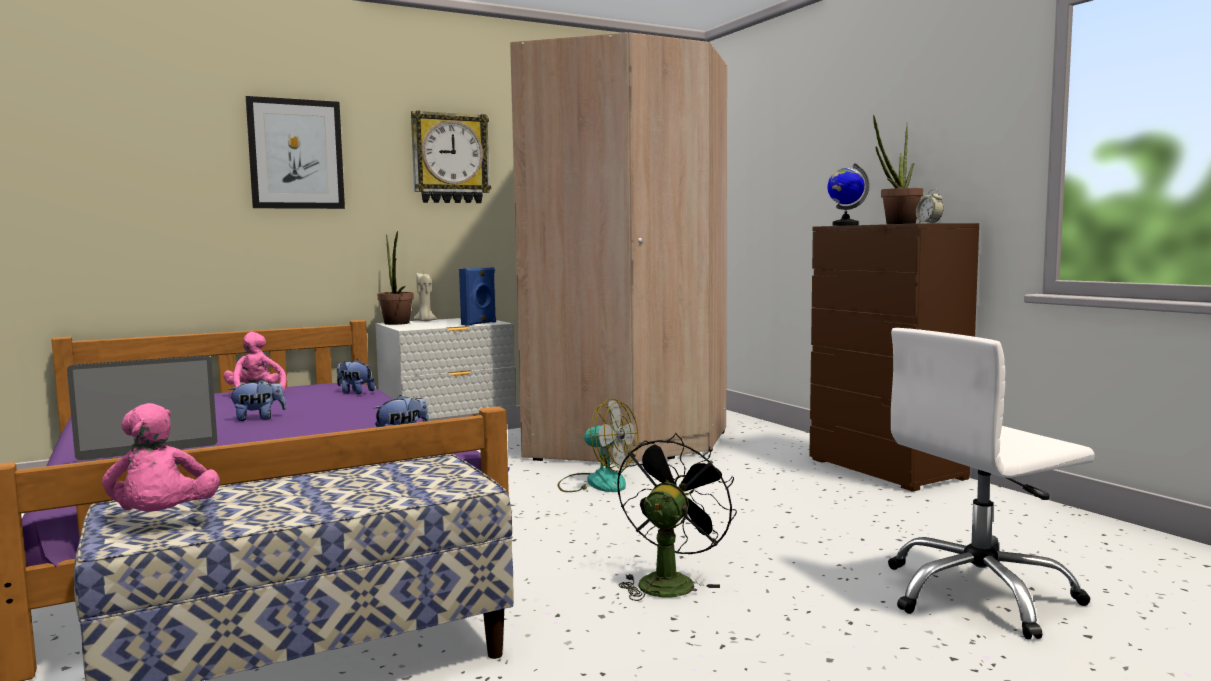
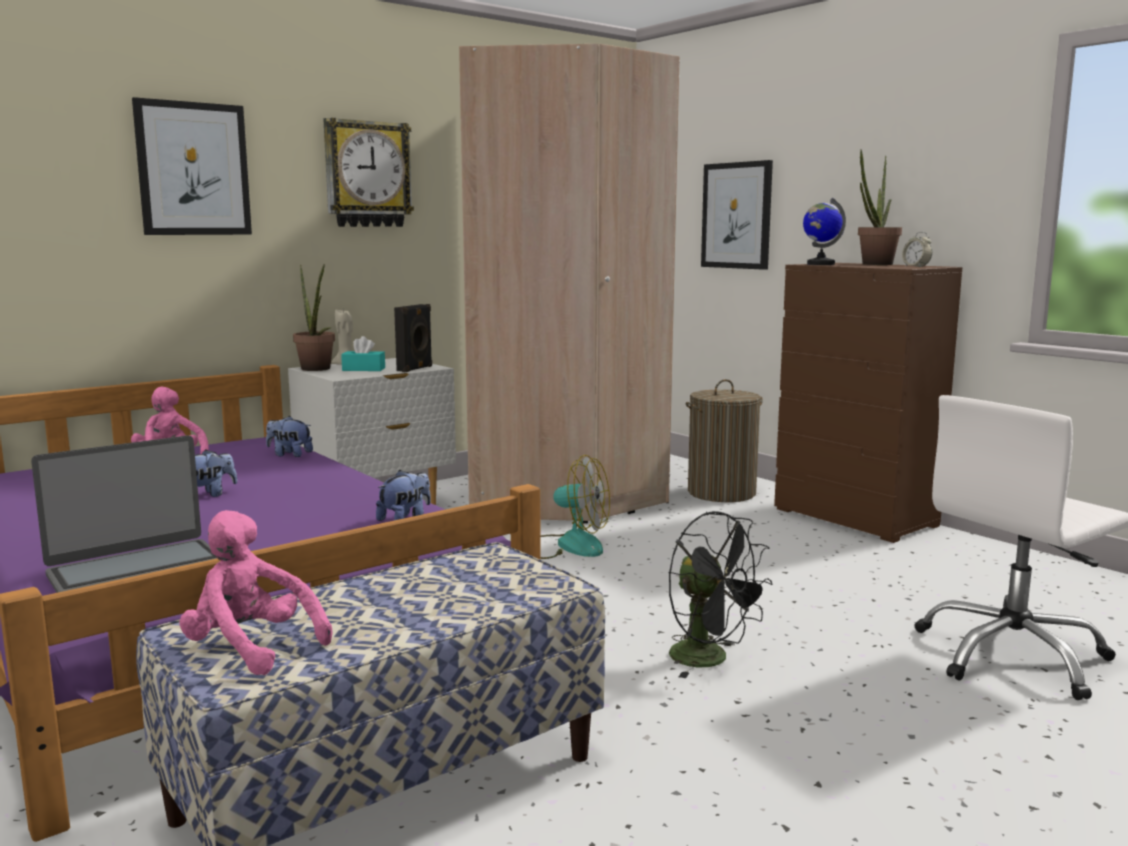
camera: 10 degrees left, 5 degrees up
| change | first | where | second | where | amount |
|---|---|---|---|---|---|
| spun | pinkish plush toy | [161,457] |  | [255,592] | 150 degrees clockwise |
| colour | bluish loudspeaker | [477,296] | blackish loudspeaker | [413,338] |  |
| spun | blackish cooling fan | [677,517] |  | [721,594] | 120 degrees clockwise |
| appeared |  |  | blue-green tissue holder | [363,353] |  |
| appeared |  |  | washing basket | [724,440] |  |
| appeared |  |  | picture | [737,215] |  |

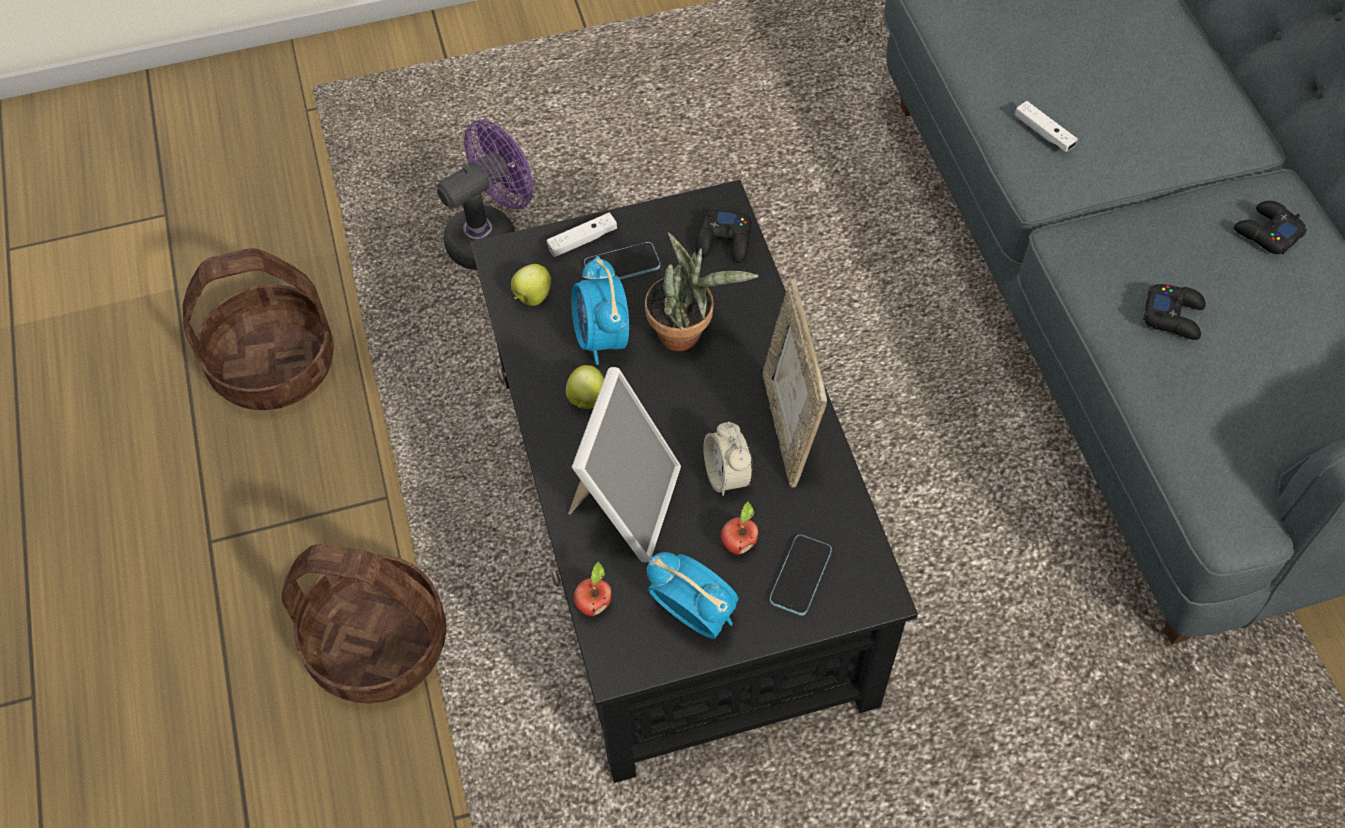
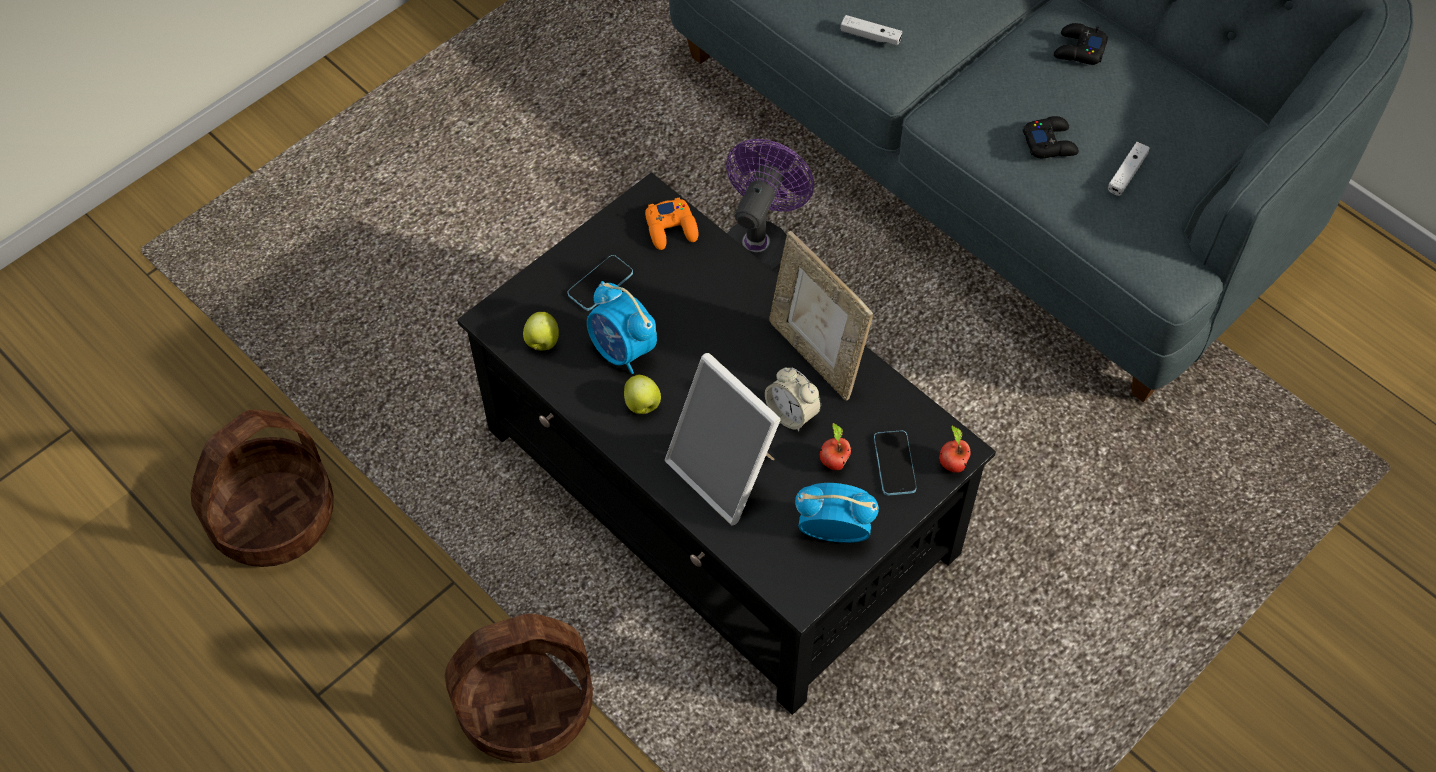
camera: 30 degrees left, 0 degrees up
| change | first | where | second | where | amount |
|---|---|---|---|---|---|
| relocated | purplish cooling fan | [485,195] |  | [770,206] |  |
| relocated | white-coloured joypad | [582,235] |  | [1129,169] |  |
| spun | photo frame | [624,464] |  | [723,439] | 150 degrees clockwise |
| relocated | whole apple | [593,589] |  | [955,449] |  |
| missing | houseplant | [701,291] |  |  |  |
| colour | blackish joypad | [724,235] | orange-coloured joypad | [671,223] |  |

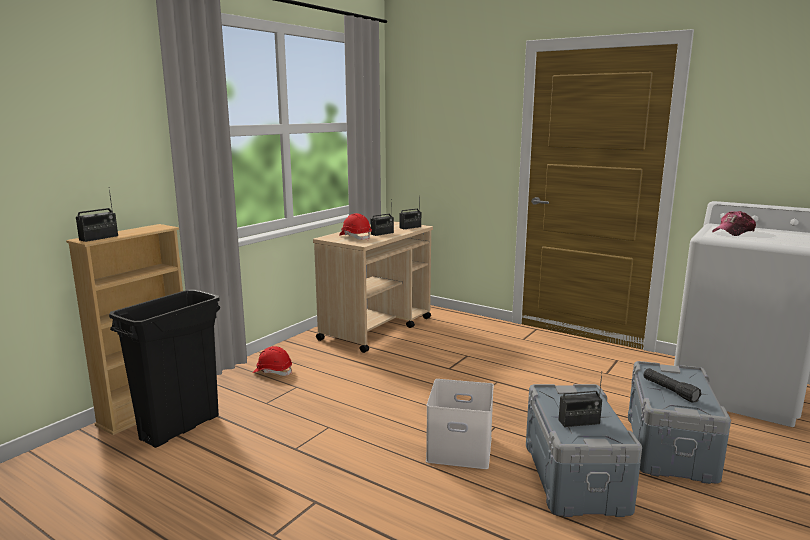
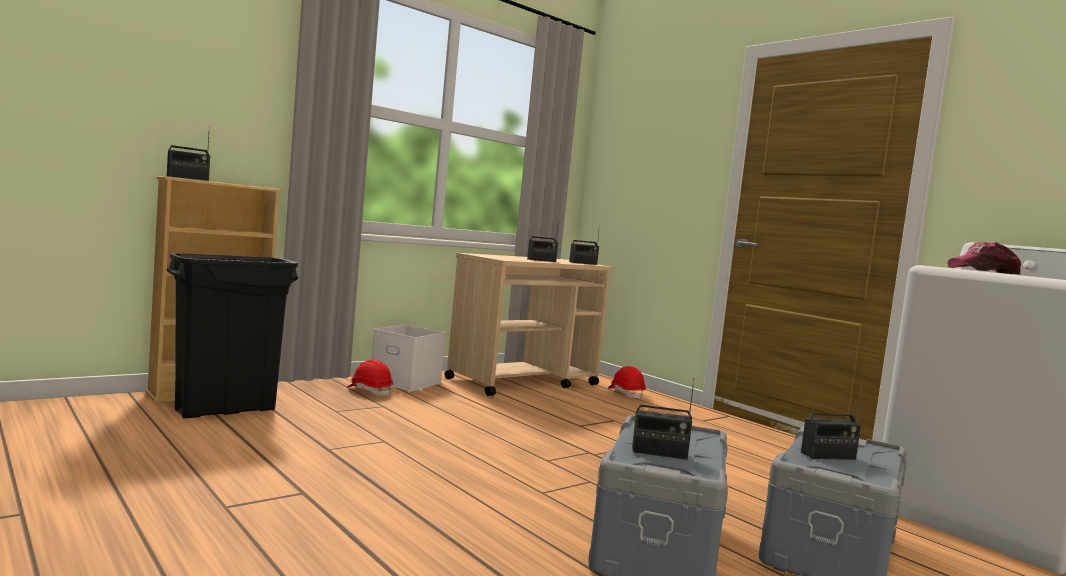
camera: 15 degrees right, 10 degrees down
| change | first | where | second | where | amount |
|---|---|---|---|---|---|
| relocated | red-coloured work helmet | [355,226] |  | [627,383] |  |
| relocated | white-coloured storage container | [460,424] |  | [409,358] |  |
| exchanged | blackish flashlight | [672,385] | radio set | [832,422] |  |

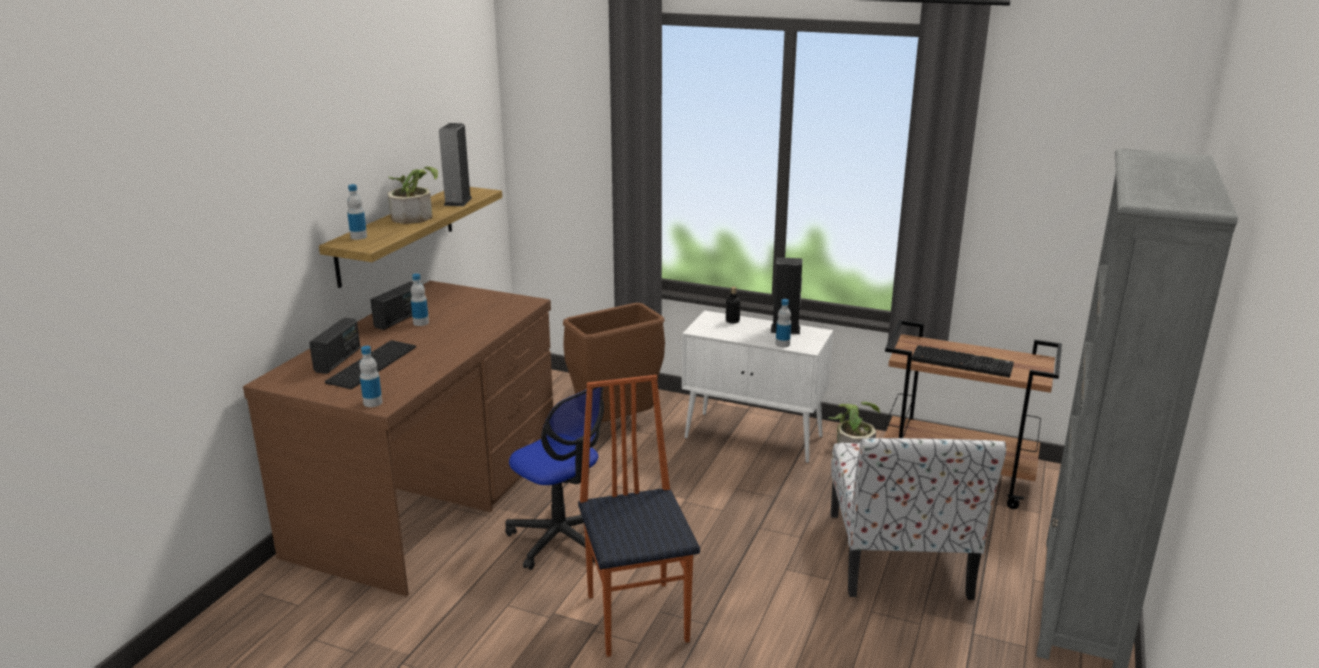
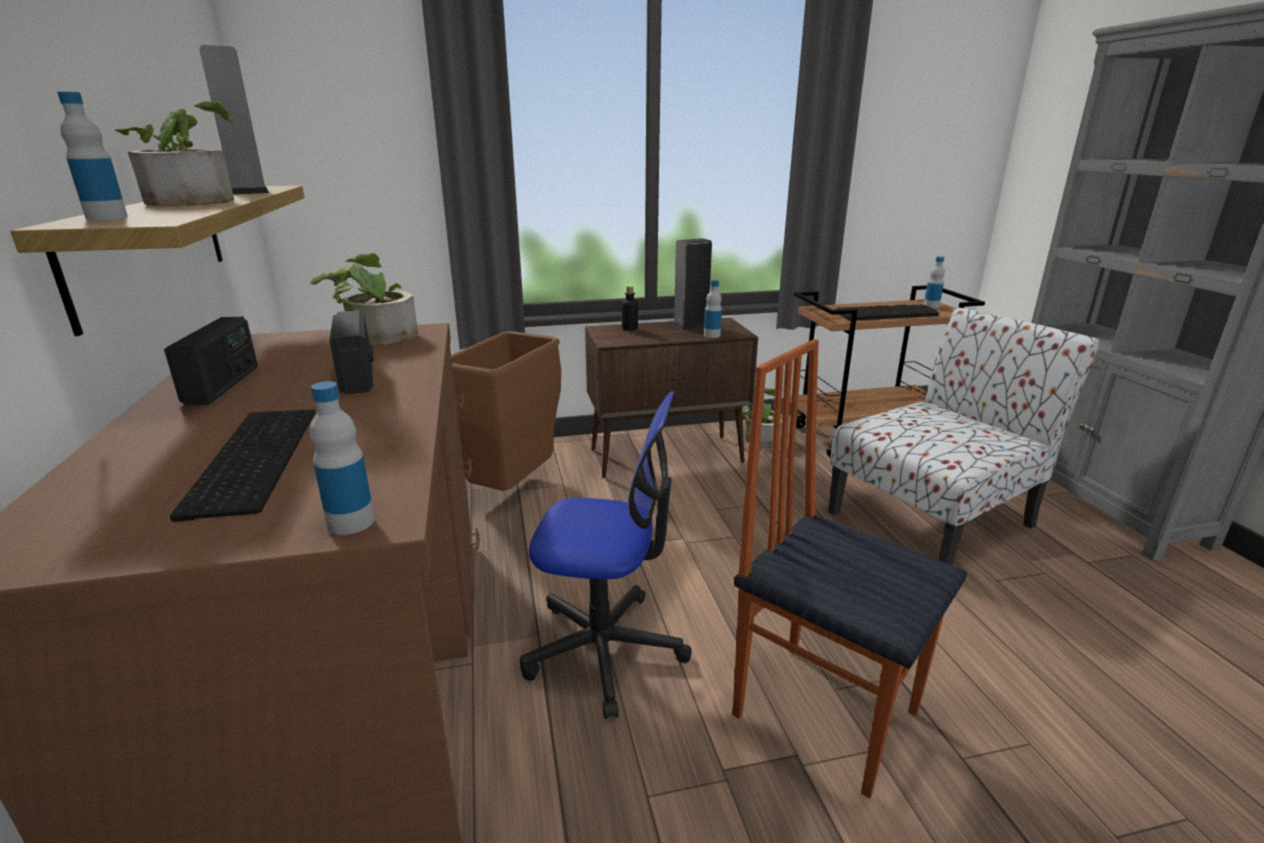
camera: 35 degrees left, 0 degrees up
| change | first | where | second | where | amount |
|---|---|---|---|---|---|
| relocated | radio set | [334,346] |  | [352,352] |  |
| relocated | drink bottle | [419,300] |  | [934,282] |  |
| colour | white-coloured storage cabinet | [757,387] | brownish storage cabinet | [671,398] |  |
| spun | upright chair | [918,519] |  | [963,436] | 90 degrees counterclockwise |
| appeared |  |  | houseplant | [364,299] |  |

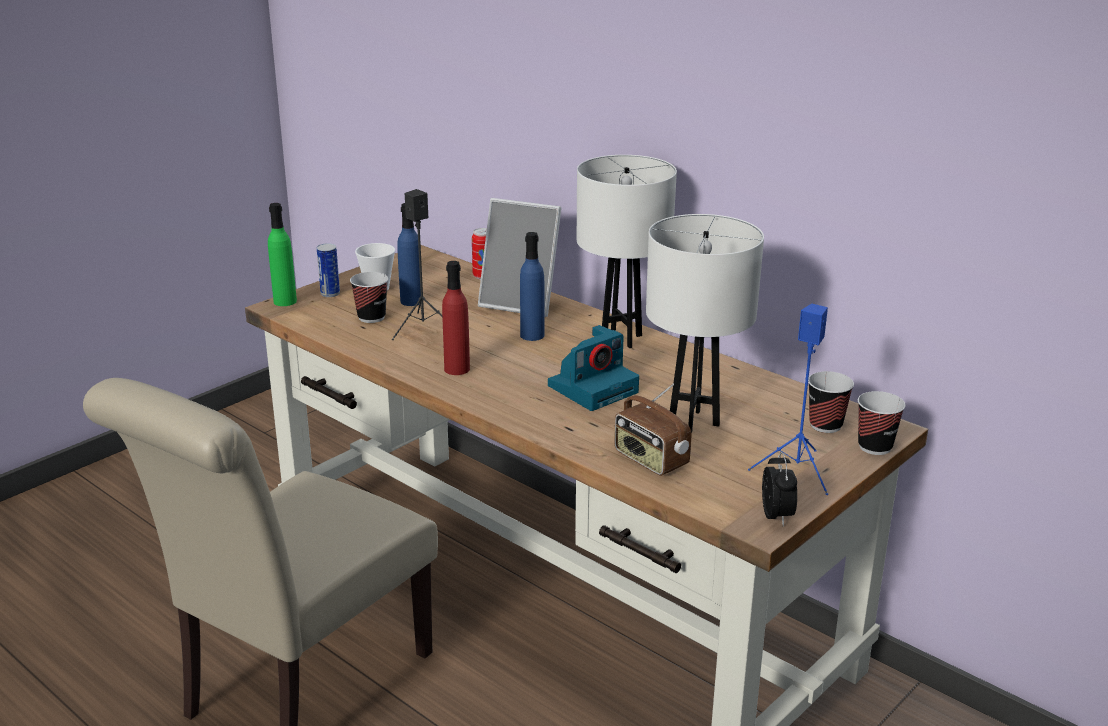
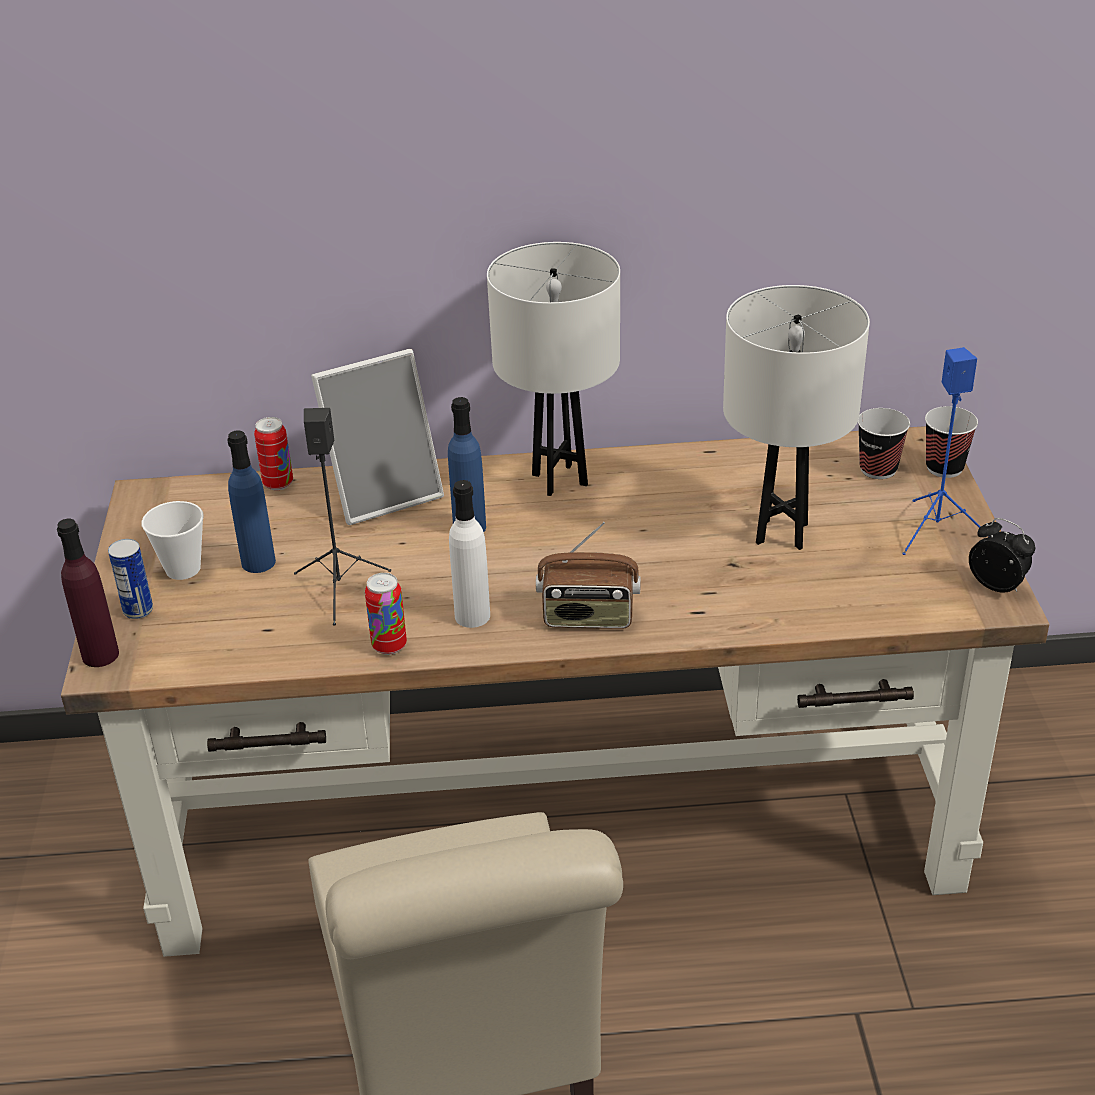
camera: 45 degrees left, 10 degrees up
| change | first | where | second | where | amount |
|---|---|---|---|---|---|
| colour | greenish drink bottle | [282,254] | purplish drink bottle | [88,593] |  |
| missing | cup | [369,297] |  |  |  |
| colour | red-coloured drink bottle | [456,318] | white-coloured drink bottle | [469,554] |  |
| missing | photo camera | [593,368] |  |  |  |
| relocated | radio set | [652,430] |  | [588,575] |  |
| appeared |  |  | metal can | [386,614] |  |

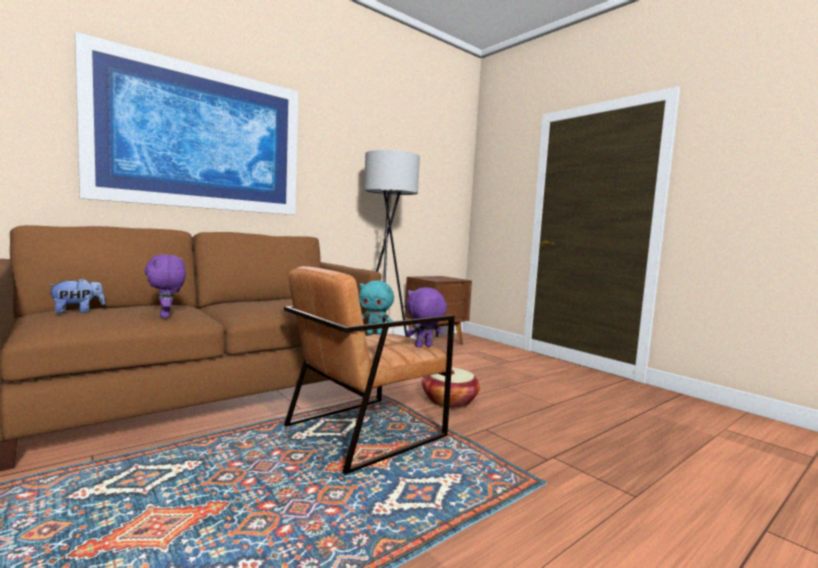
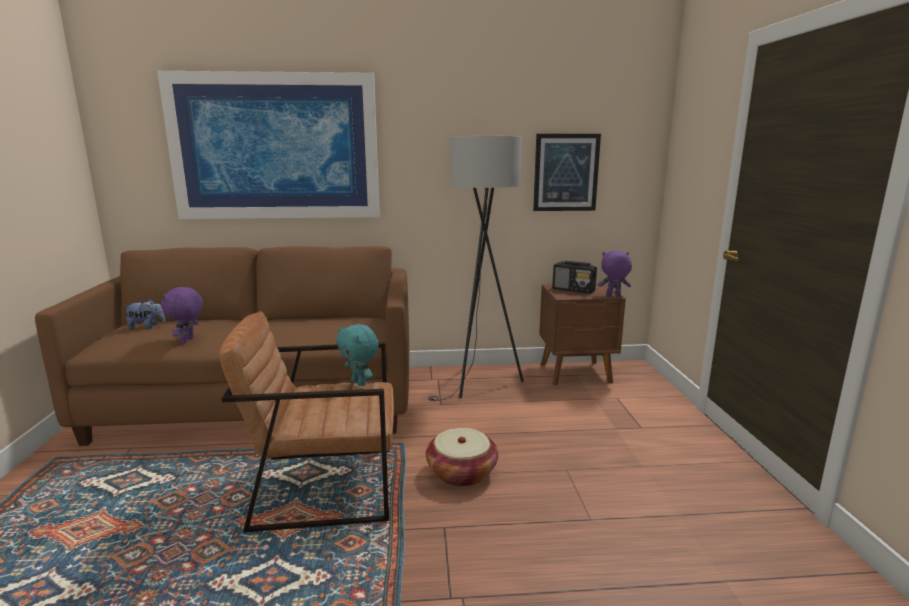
camera: 35 degrees right, 10 degrees up
| change | first | where | second | where | amount |
|---|---|---|---|---|---|
| relocated | purplish plush toy | [426,317] |  | [615,273] |  |
| appeared |  |  | picture | [567,172] |  |
| appeared |  |  | radio set | [574,277] |  |

